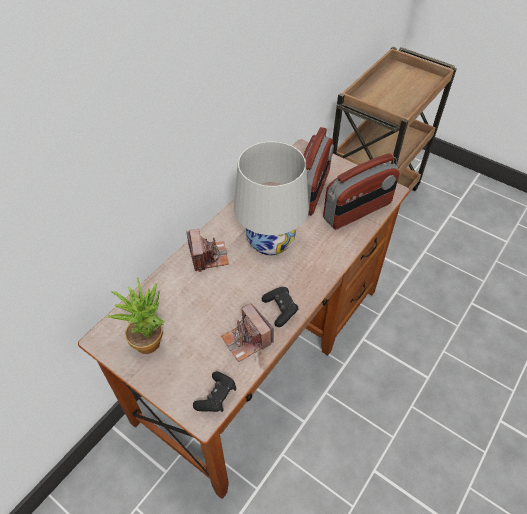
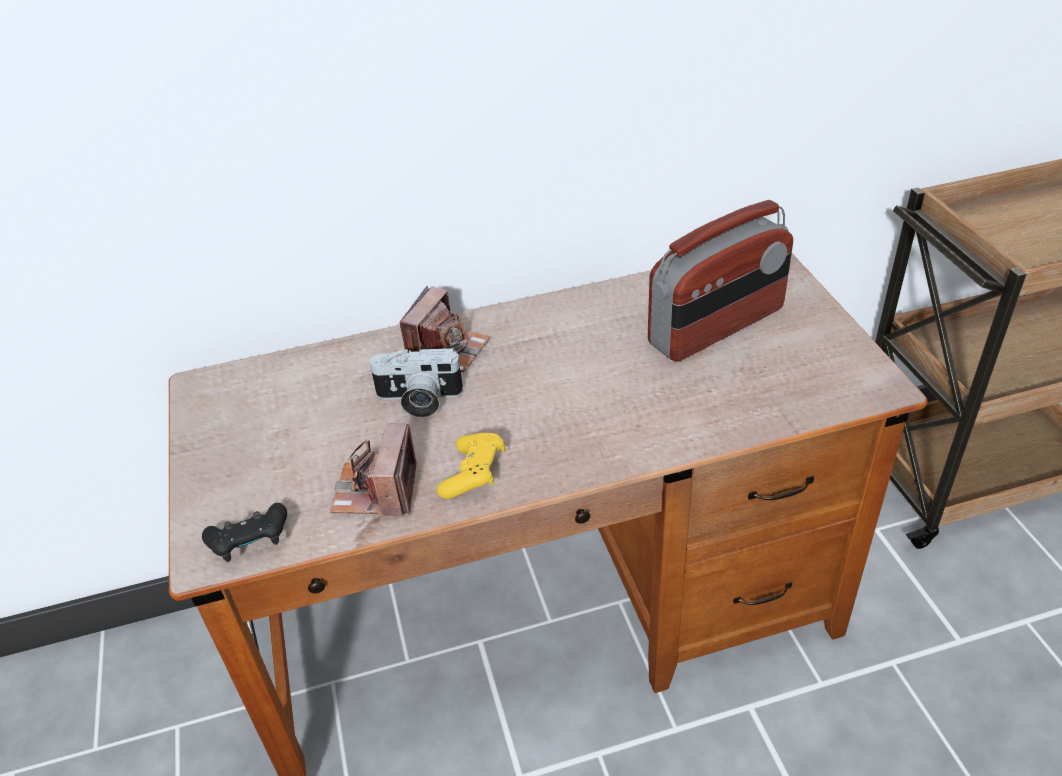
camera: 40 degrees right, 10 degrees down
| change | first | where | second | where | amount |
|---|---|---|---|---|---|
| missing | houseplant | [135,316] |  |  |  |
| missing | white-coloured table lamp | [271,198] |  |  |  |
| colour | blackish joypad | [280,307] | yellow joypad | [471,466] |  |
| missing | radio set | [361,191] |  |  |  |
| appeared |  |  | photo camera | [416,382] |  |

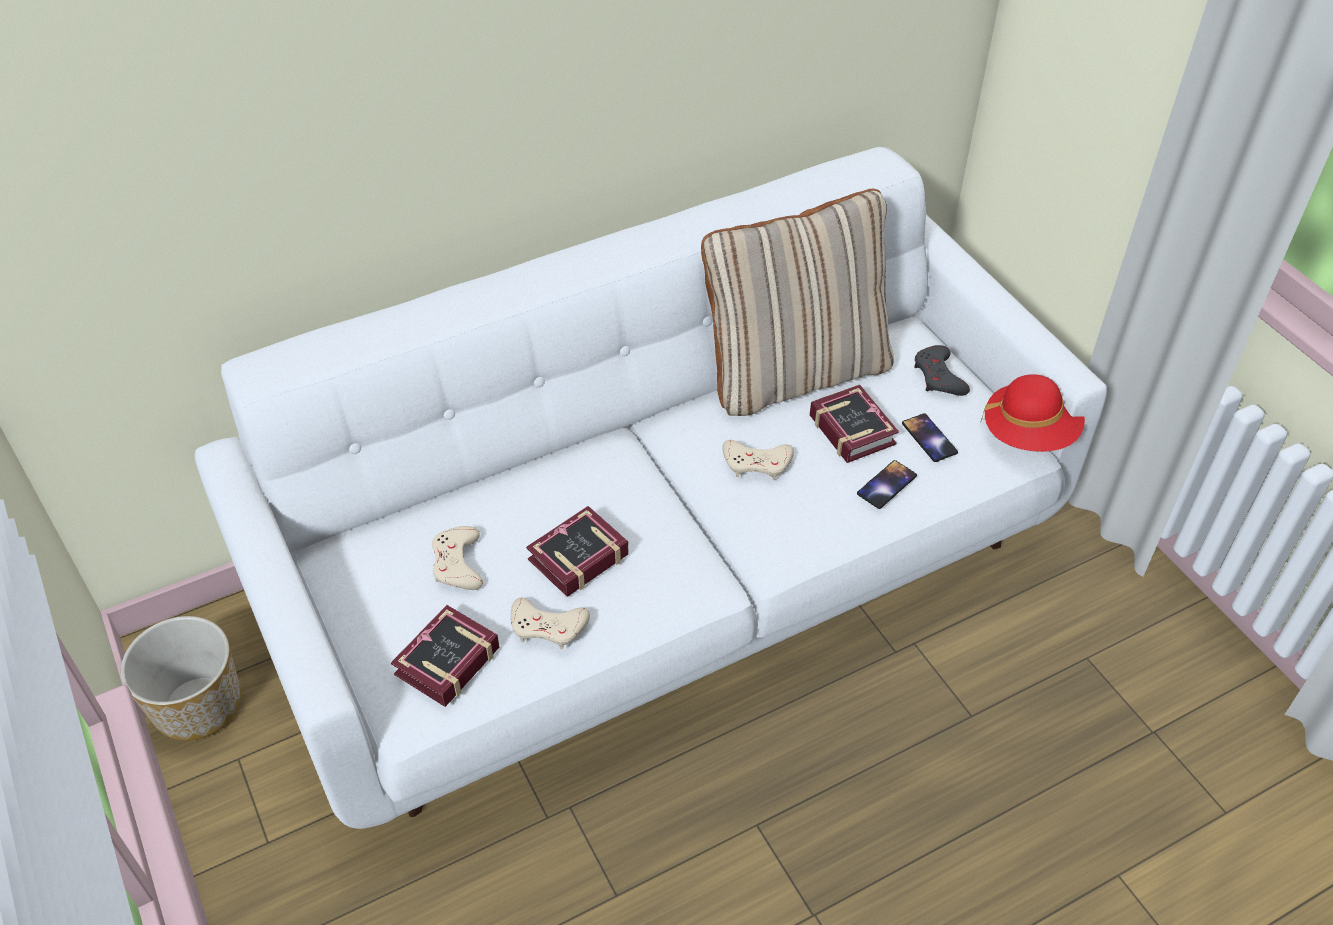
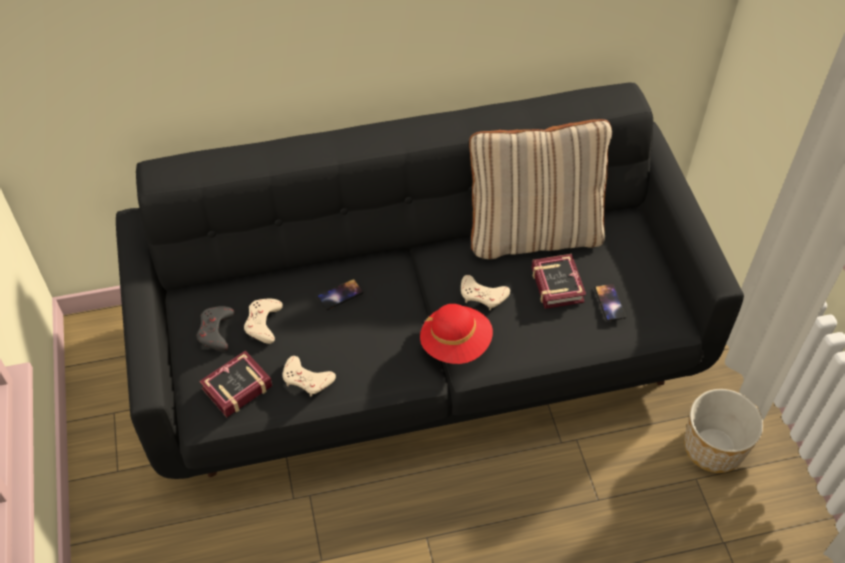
camera: 15 degrees right, 5 degrees up
| change | first | where | second | where | amount |
|---|---|---|---|---|---|
| relocated | plant pot | [181,678] |  | [723,431] |  |
| colour | white-coloured couch | [651,488] | blackish couch | [430,280] |  |
| missing | book | [577,551] |  |  |  |
| relocated | handset | [887,484] |  | [340,294] |  |
| relocated | grey joypad | [942,370] |  | [215,328] |  |
| relocated | red-coloured clothing hat | [1033,413] |  | [456,334] |  |

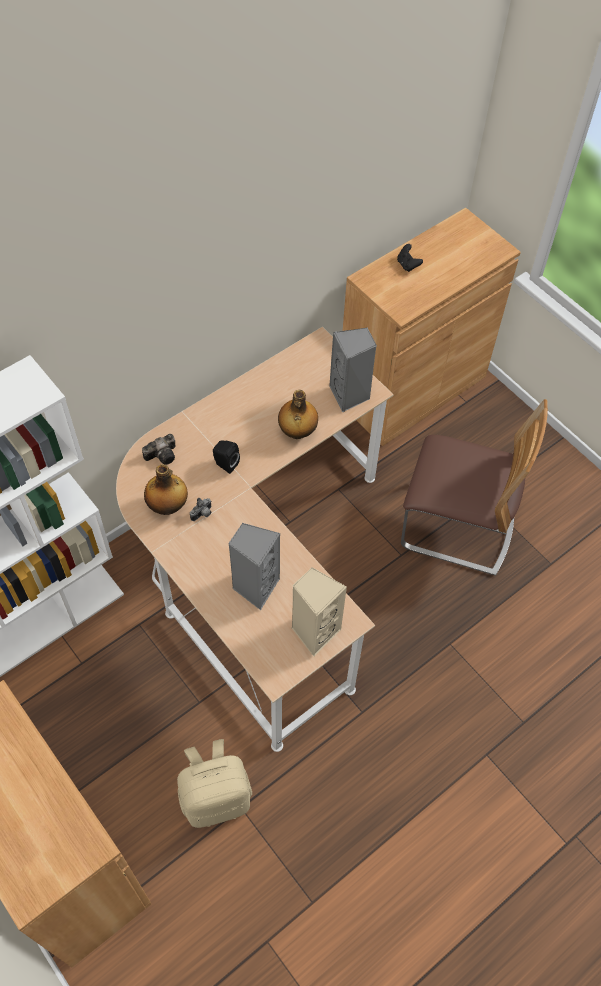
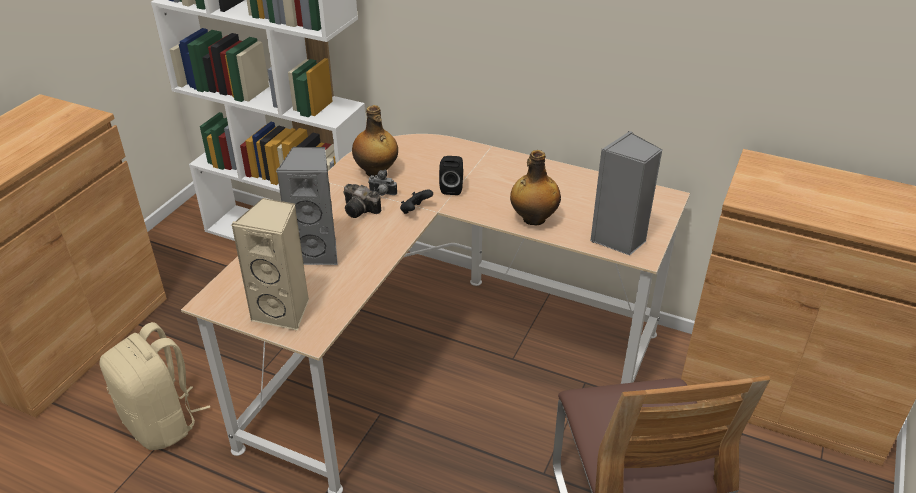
camera: 65 degrees right, 20 degrees down
| change | first | where | second | where | amount |
|---|---|---|---|---|---|
| relocated | photo camera | [159,449] |  | [362,201] |  |
| relocated | blackish joypad | [410,258] |  | [416,201] |  |

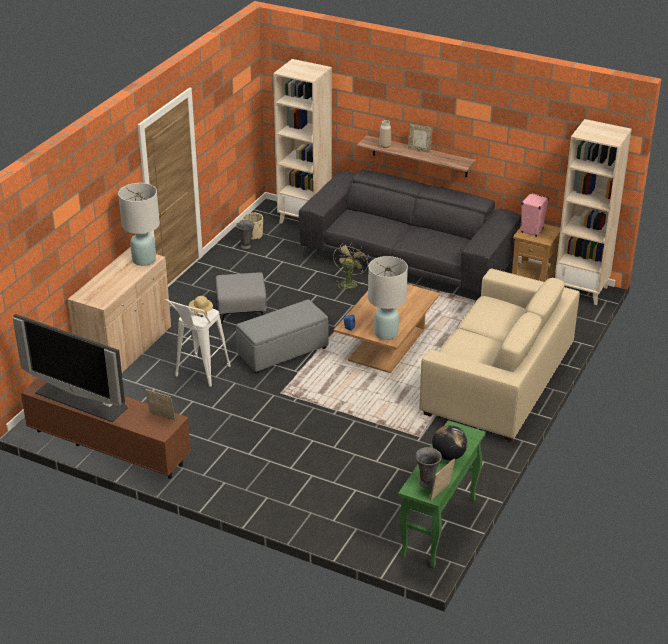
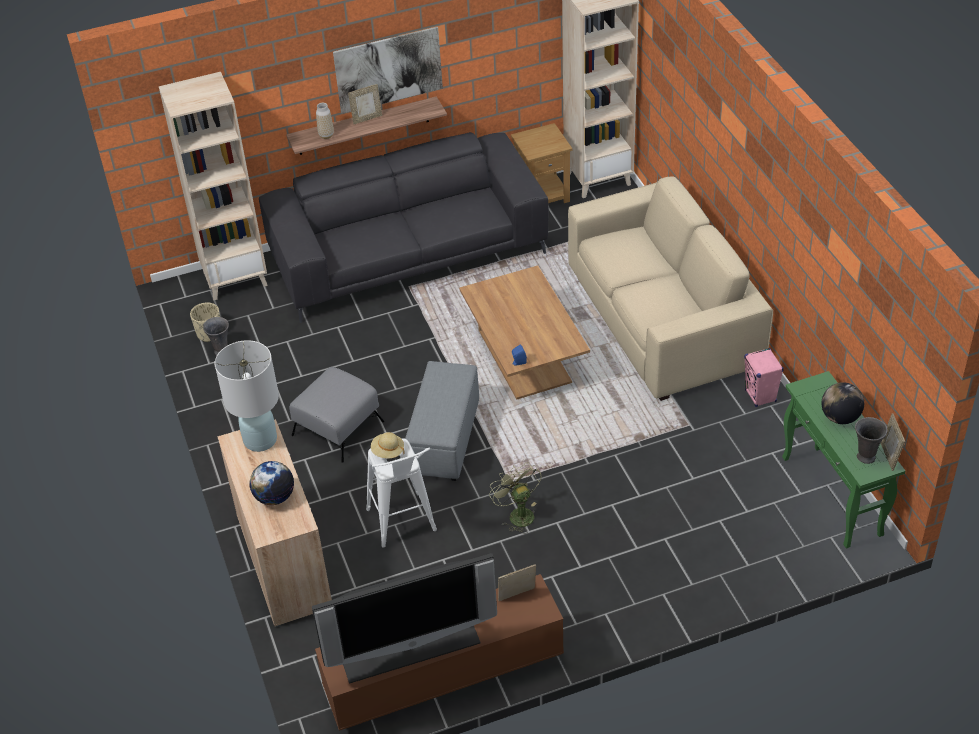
camera: 45 degrees left, 10 degrees up
| change | first | where | second | where | amount |
|---|---|---|---|---|---|
| relocated | greenish cooling fan | [351,267] |  | [515,498] |  |
| missing | white-coloured table lamp | [388,298] |  |  |  |
| relocated | pinkish loudspeaker | [535,215] |  | [764,377] |  |
| appeared |  |  | desk globe | [272,483] |  |
| appeared |  |  | picture | [388,70] |  |

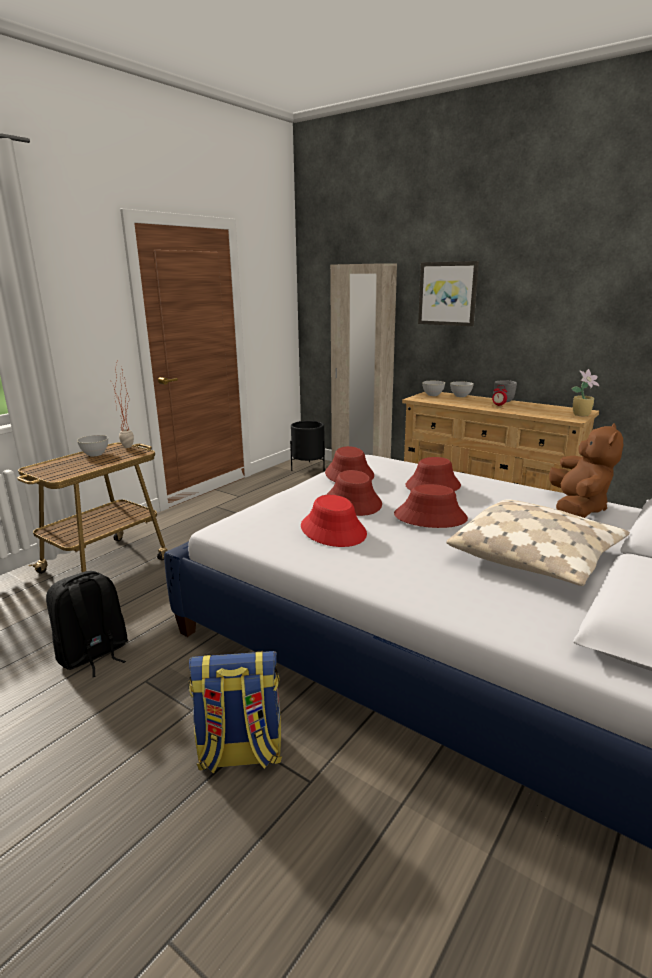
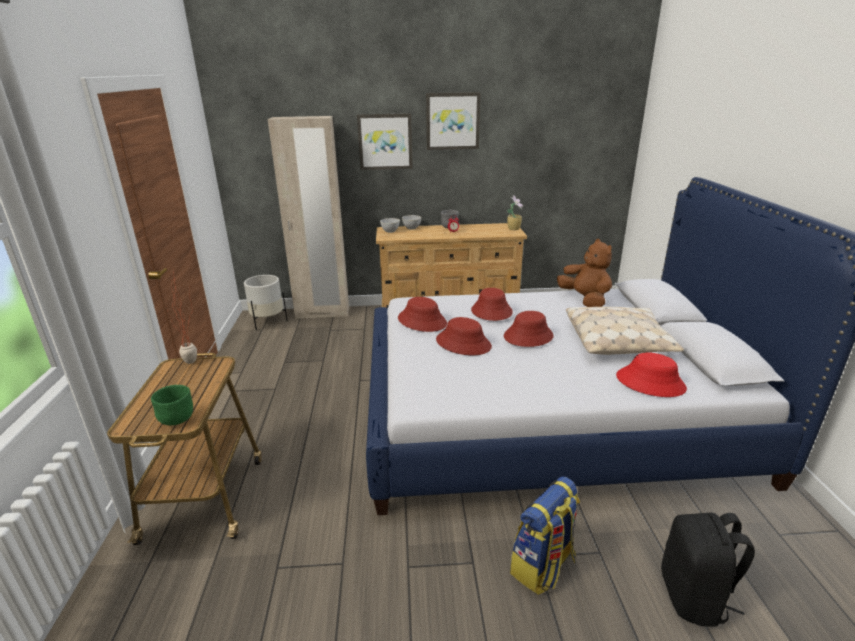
camera: 40 degrees left, 5 degrees up
| change | first | where | second | where | amount |
|---|---|---|---|---|---|
| relocated | blackish backpack | [87,624] |  | [708,569] |  |
| missing | grey bowl | [92,445] |  |  |  |
| colour | blackish plant pot | [307,446] | white-coloured plant pot | [266,302] |  |
| relocated | red-coloured clothing hat | [334,521] |  | [651,374] |  |
| appeared |  |  | greenish bowl | [172,405] |  |
| appeared |  |  | picture | [453,121] |  |

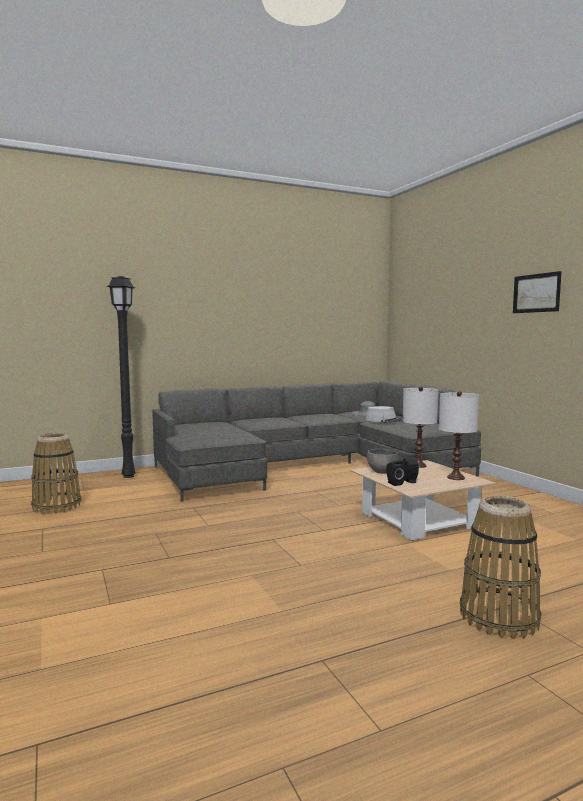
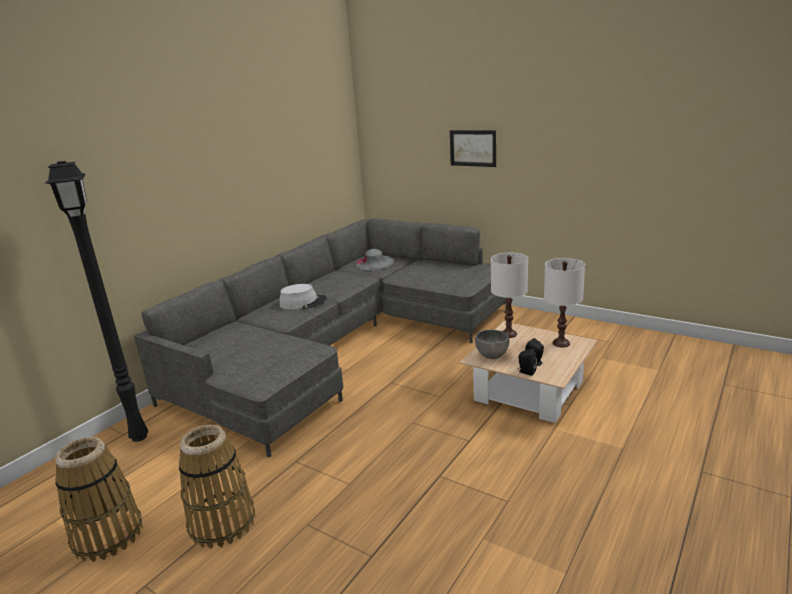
camera: 30 degrees left, 15 degrees up
| change | first | where | second | where | amount |
|---|---|---|---|---|---|
| relocated | grey clothing hat | [384,414] |  | [303,297] |  |
| relocated | storage basket | [500,567] |  | [217,486] |  |
| relocated | picture | [537,292] |  | [473,148] |  |

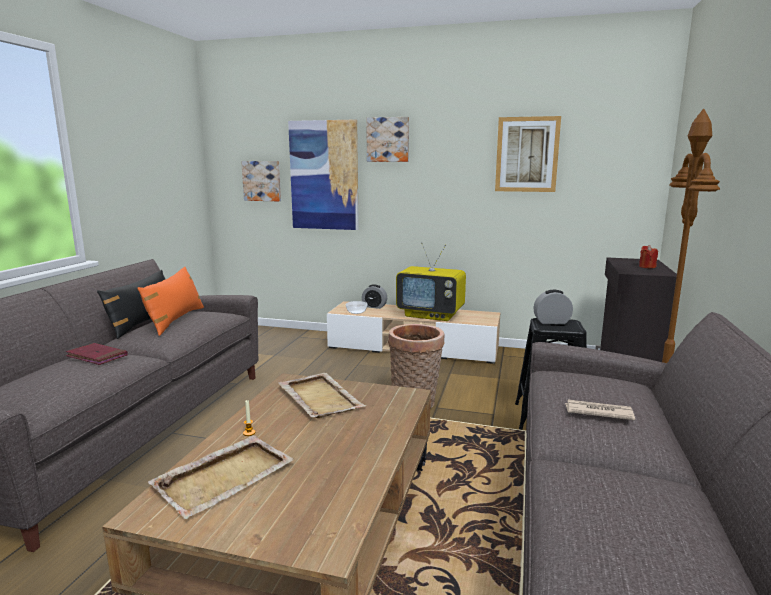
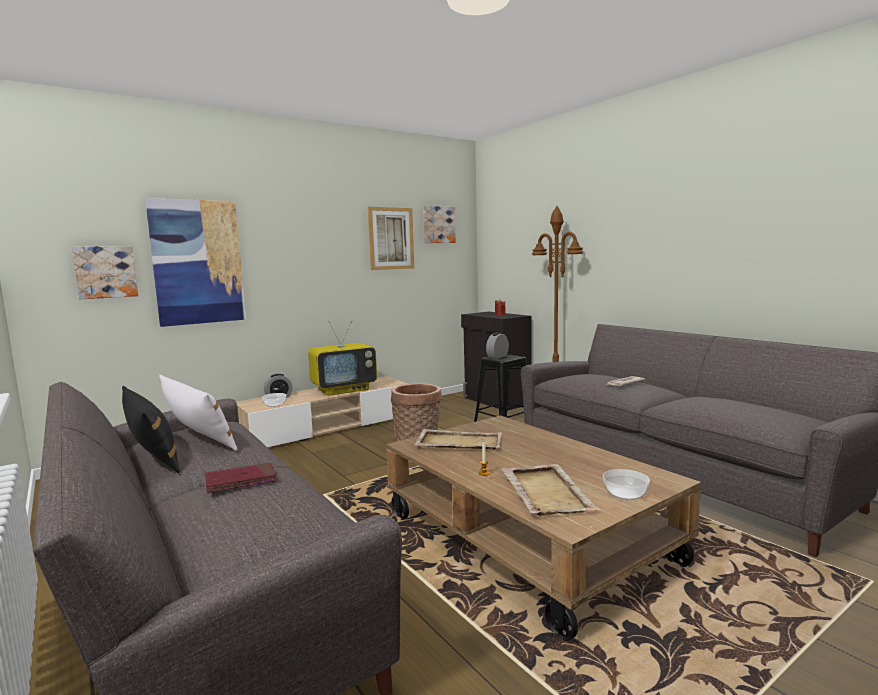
camera: 50 degrees left, 5 degrees down
| change | first | where | second | where | amount |
|---|---|---|---|---|---|
| colour | orange-coloured cushion | [170,301] | white-coloured cushion | [198,413] |  |
| relocated | picture | [387,139] |  | [439,224] |  |
| appeared |  |  | bowl | [626,484] |  |

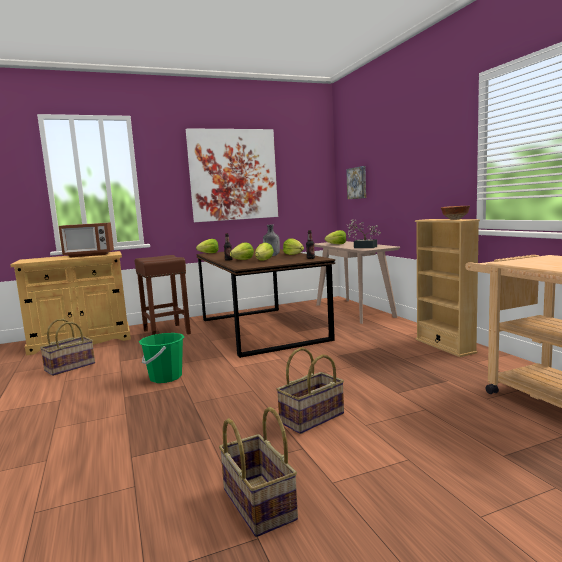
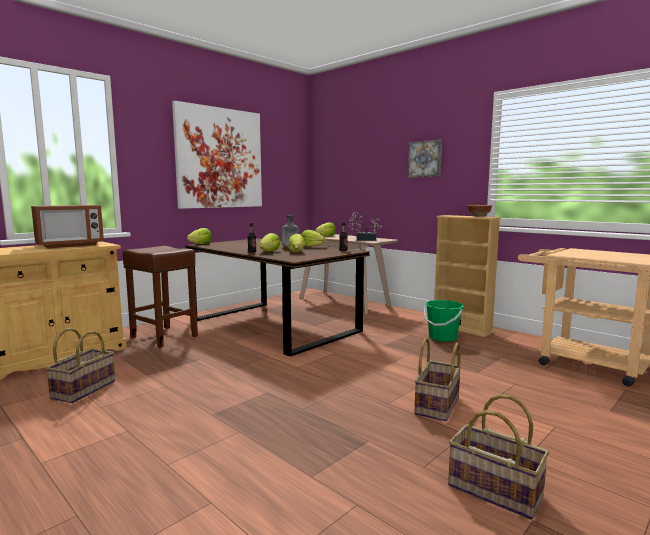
camera: 25 degrees left, 0 degrees up
| change | first | where | second | where | amount |
|---|---|---|---|---|---|
| relocated | greenish pail | [161,358] |  | [444,321] |  |
| relocated | picture | [356,182] |  | [425,158] |  |

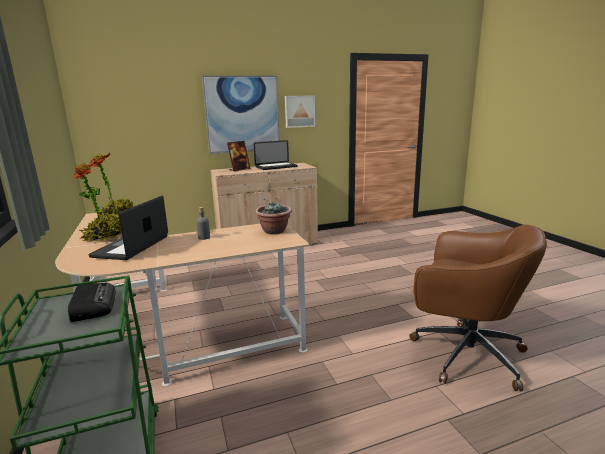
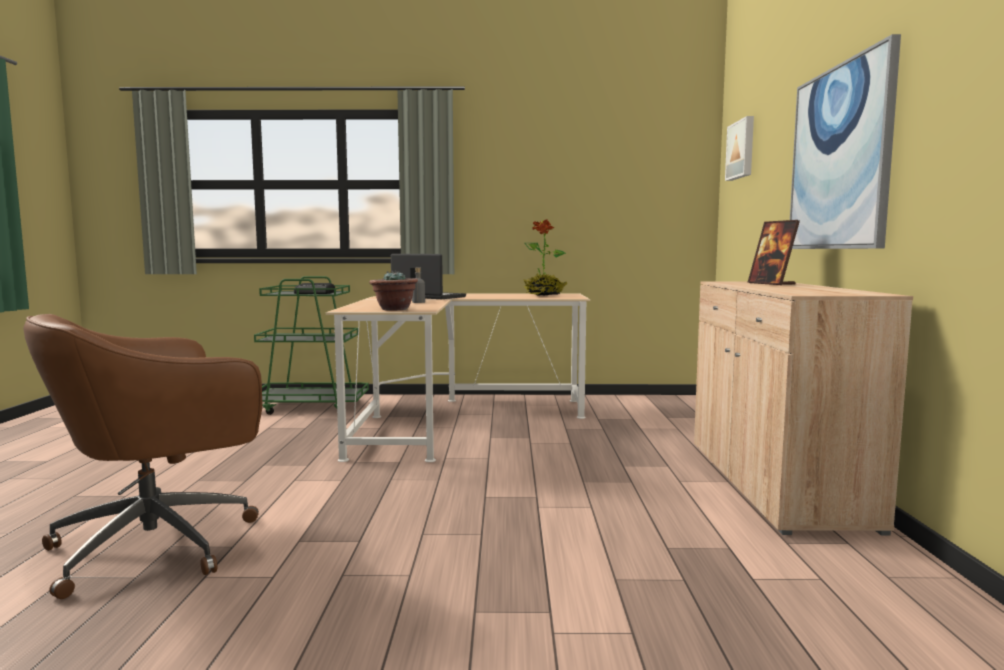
camera: 110 degrees right, 10 degrees down
| change | first | where | second | where | amount |
|---|---|---|---|---|---|
| missing | houseplant | [97,201] |  |  |  |
| missing | laptop | [276,155] |  |  |  |
| relocated | picture | [300,111] |  | [739,148] |  |

